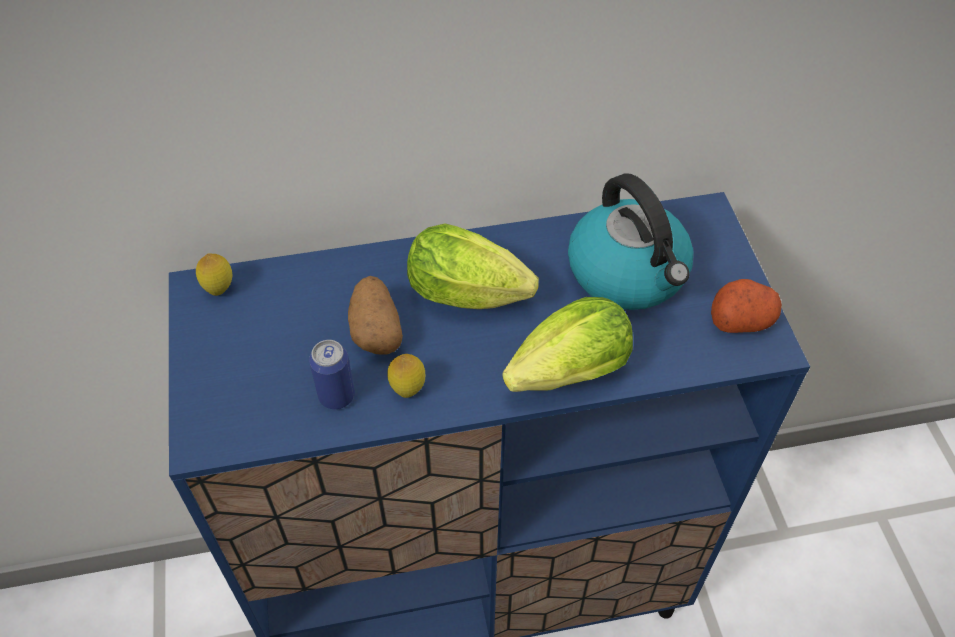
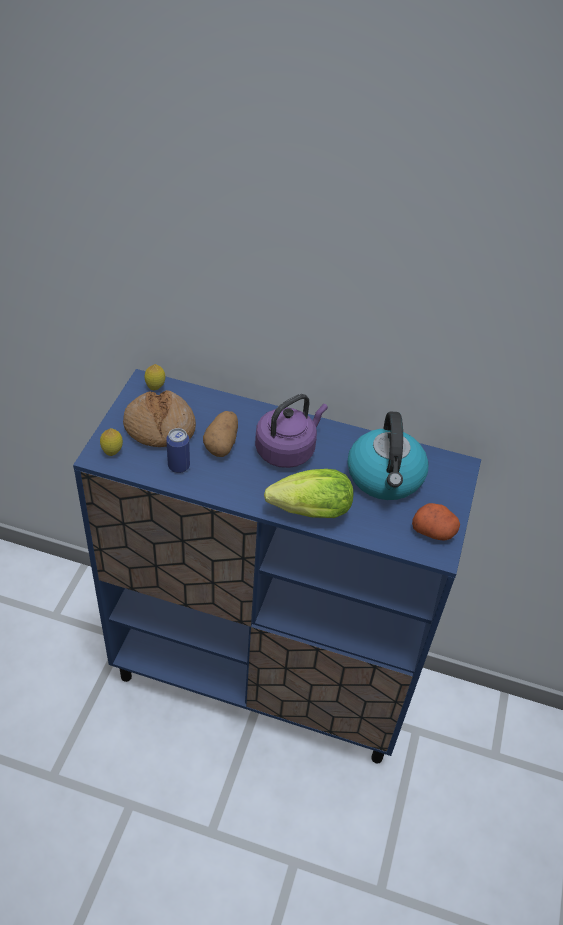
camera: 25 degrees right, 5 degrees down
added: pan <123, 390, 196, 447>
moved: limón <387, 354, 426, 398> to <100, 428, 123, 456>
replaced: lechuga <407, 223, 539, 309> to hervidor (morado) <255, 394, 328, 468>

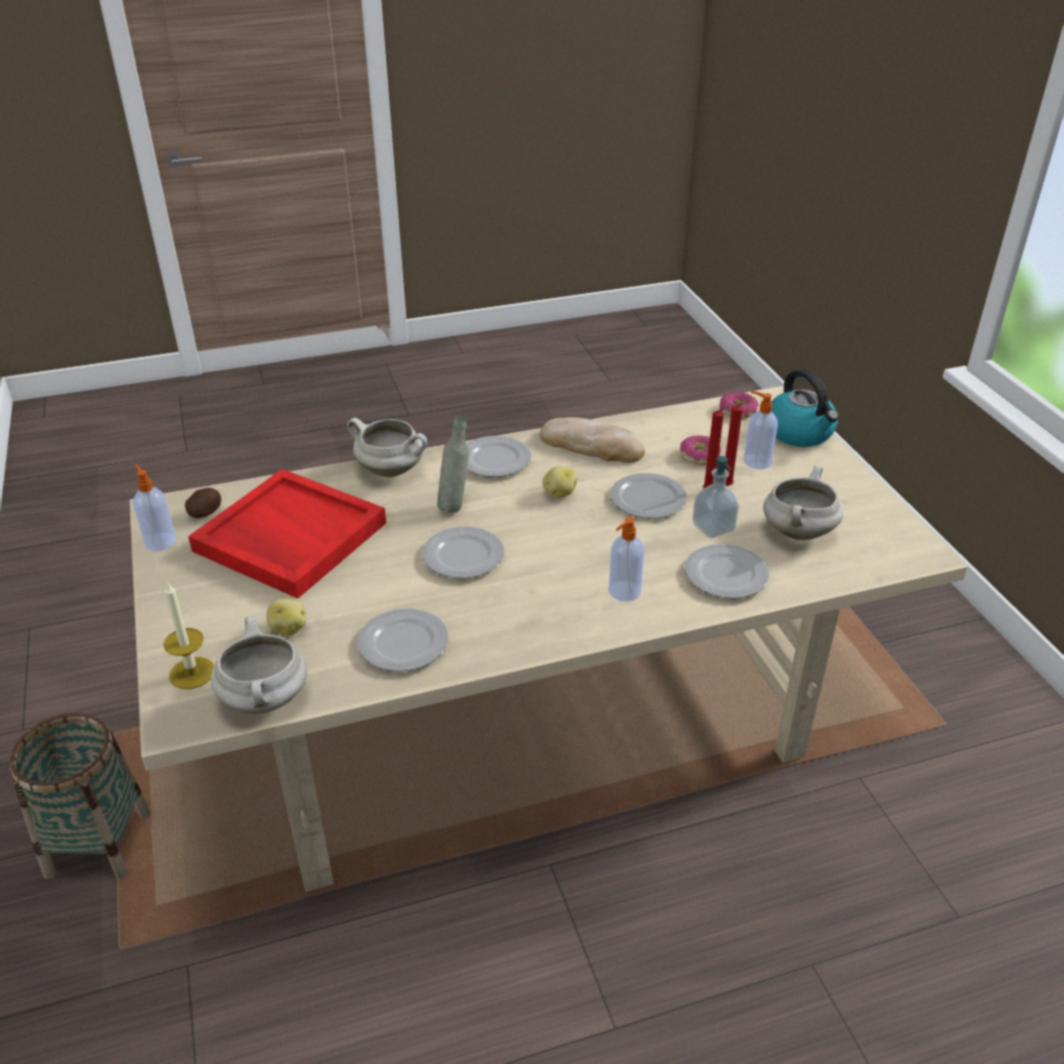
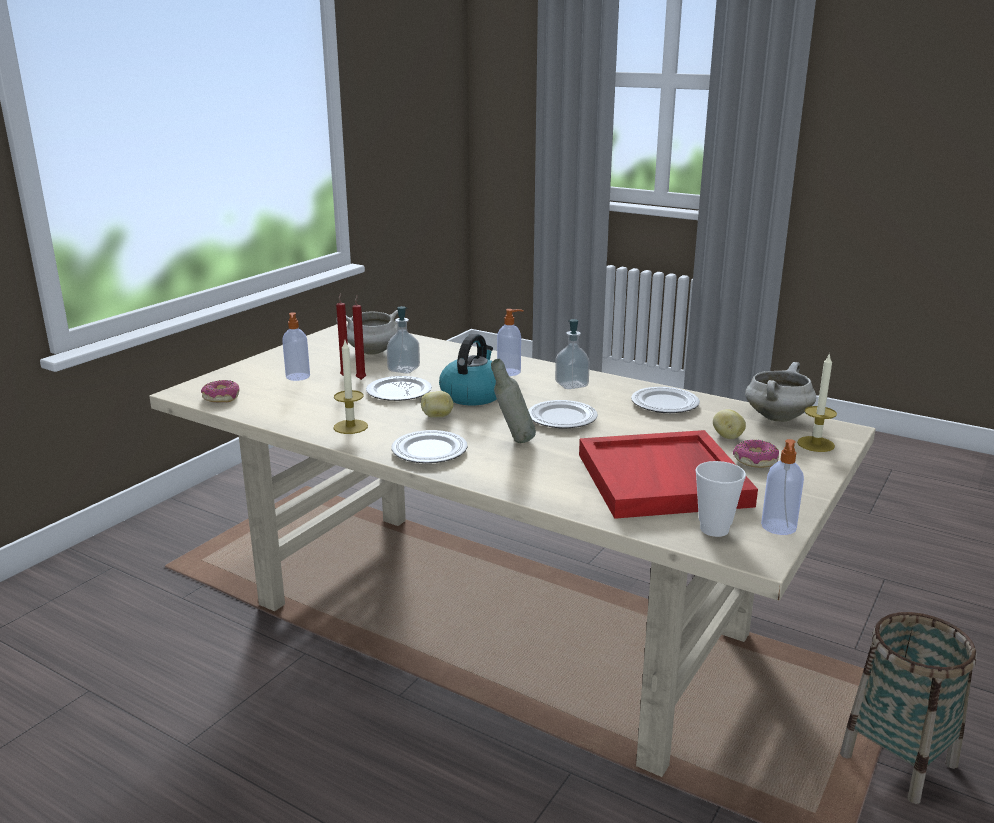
camera: 130 degrees left, 15 degrees down
removed: olla (blanco) <347, 418, 427, 477>; plato <685, 544, 770, 598>
added: dispensador de jabón <555, 319, 590, 389>
moved: hervidor <771, 369, 839, 447> to <439, 334, 497, 405>; rosquilla <680, 435, 721, 465> to <733, 440, 779, 468>
replaced: pan <540, 417, 645, 463> to vela <333, 341, 368, 434>; patata <185, 488, 221, 518> to taza <695, 461, 746, 537>

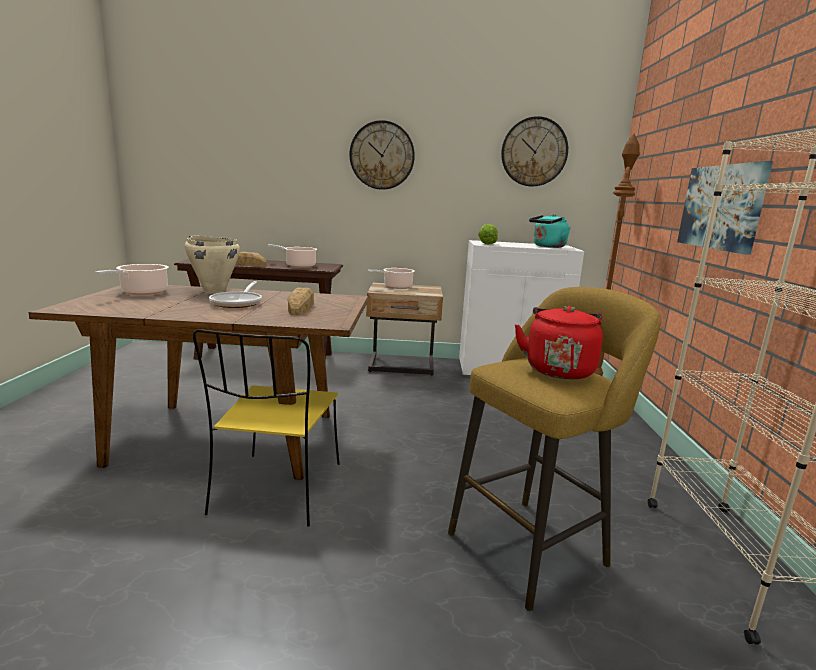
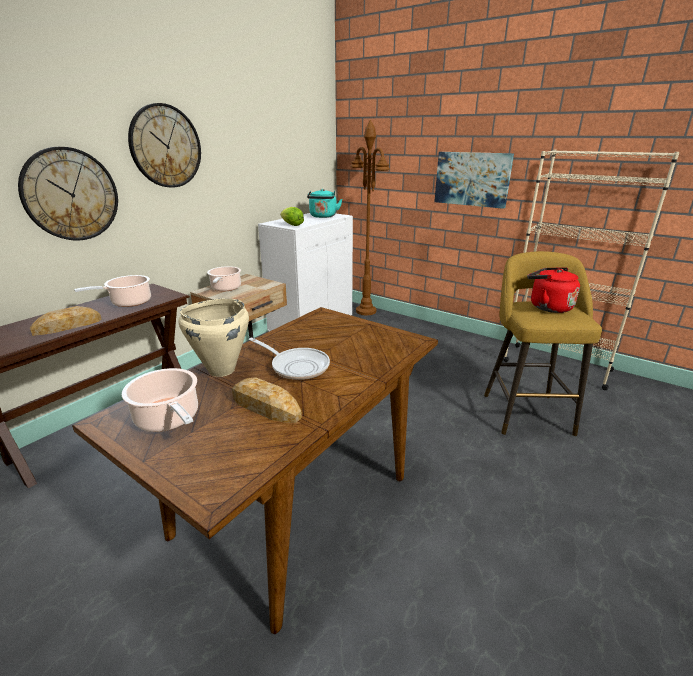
camera: 55 degrees left, 10 degrees up
removed: silla (amarillo) <193, 329, 340, 527>
moved: reloj de pared <501, 116, 568, 186> to <18, 147, 118, 240>; pan <288, 287, 314, 315> to <232, 377, 302, 423>

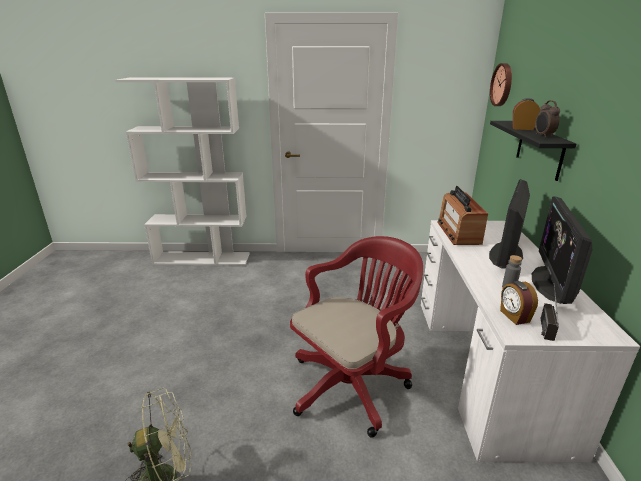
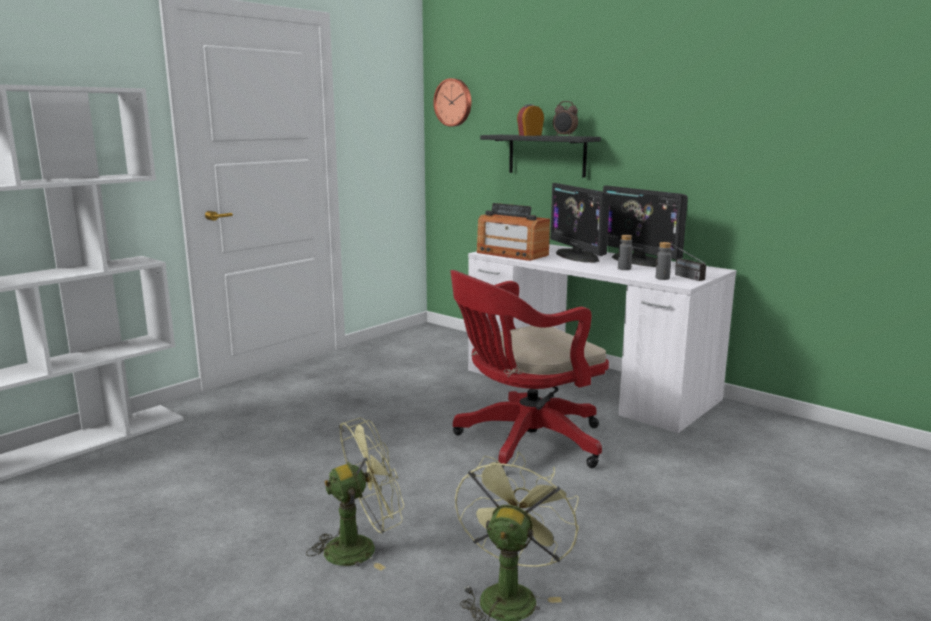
camera: 50 degrees left, 10 degrees down
added: ventilador (verde) <306, 418, 405, 571>
replaced: despertador <500, 281, 538, 325> to botella (gris) <656, 242, 672, 280>
turned: silla de oficina (rojo) <290, 236, 423, 438> = <450, 270, 609, 469> 120 degrees counterclockwise

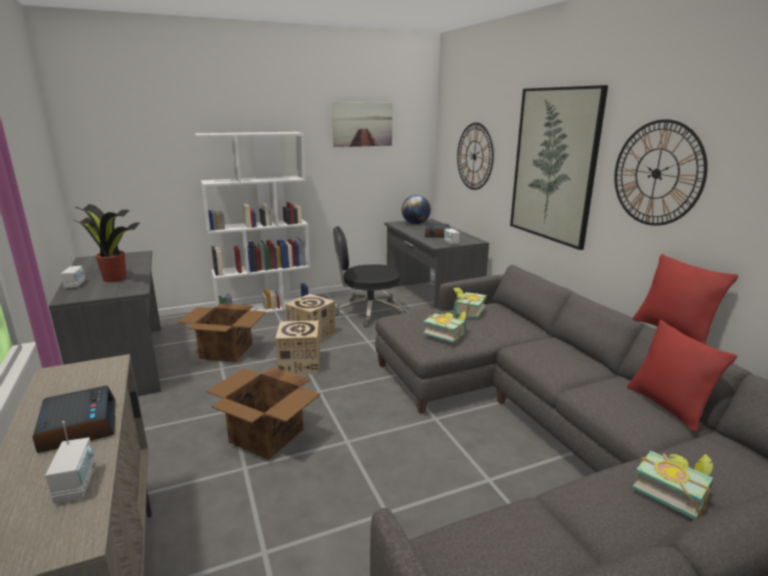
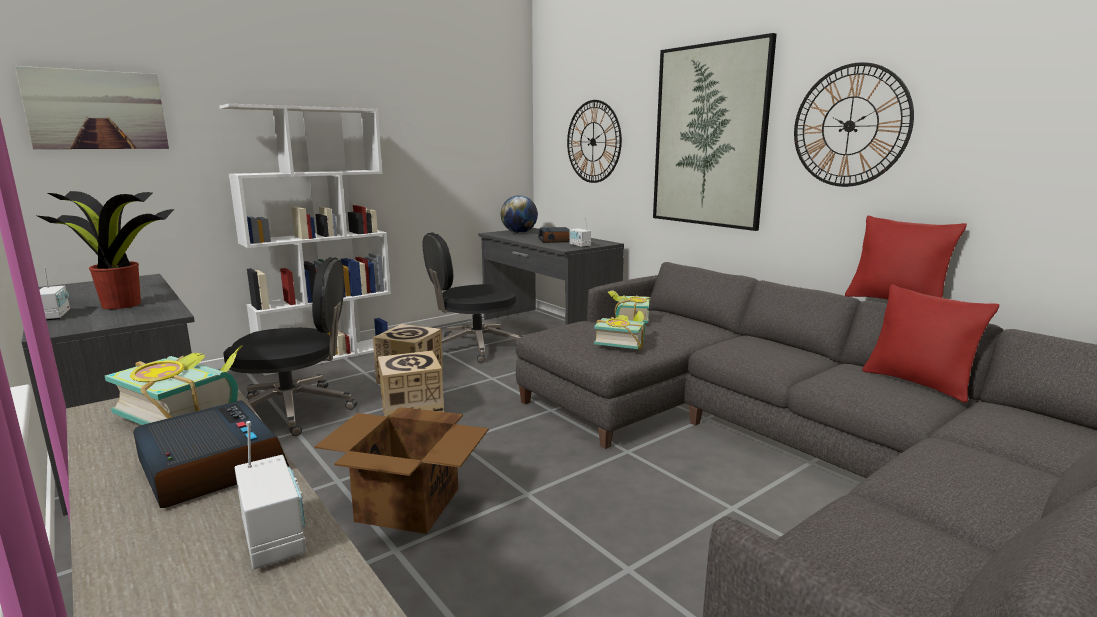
camera: 15 degrees left, 5 degrees down
moved: cuadro <332, 102, 392, 147> to <15, 66, 169, 149>; libro <632, 451, 713, 519> to <105, 345, 243, 425>
replaced: caja de cartón <177, 303, 266, 362> to silla de oficina (negro) <223, 257, 357, 436>

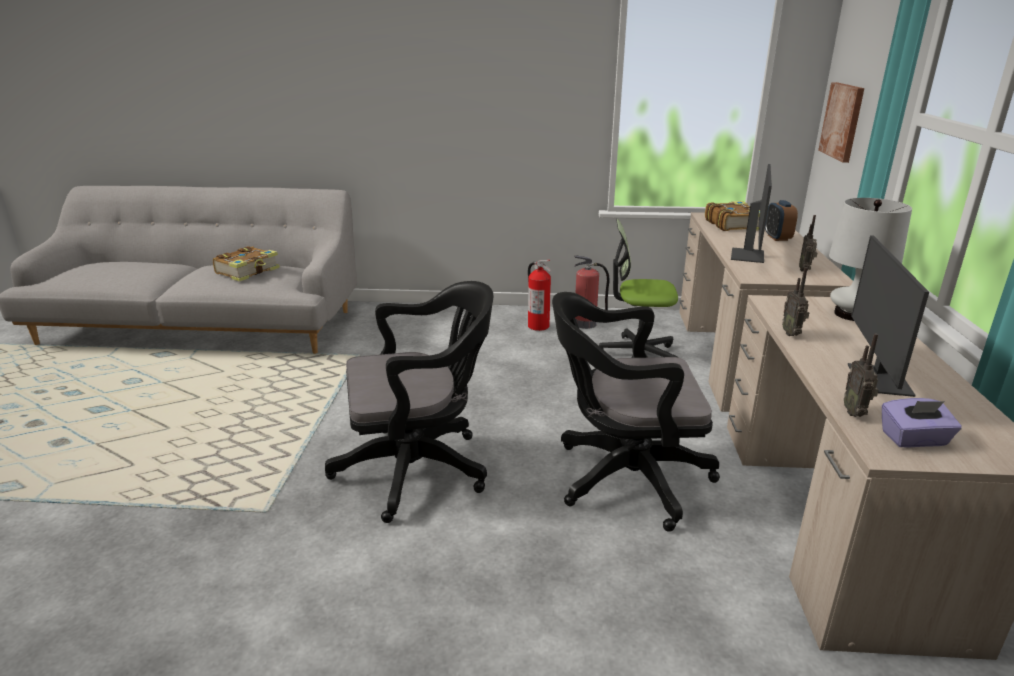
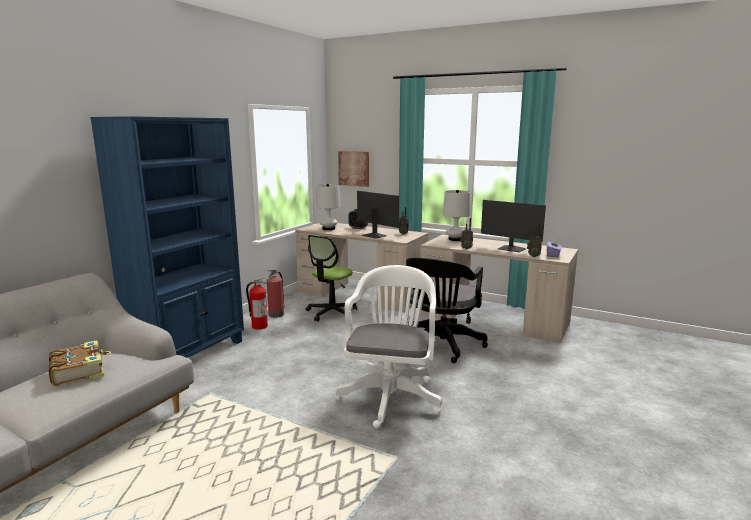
camera: 65 degrees left, 10 degrees down
added: estantería (azul) <90, 116, 244, 358>
replaced: libro <705, 201, 760, 231> to lámpara de mesa (blanco) <316, 184, 341, 230>
recoloured: silla de oficina (negro) <325, 281, 494, 523> to silla de oficina (blanco) <335, 265, 442, 429>

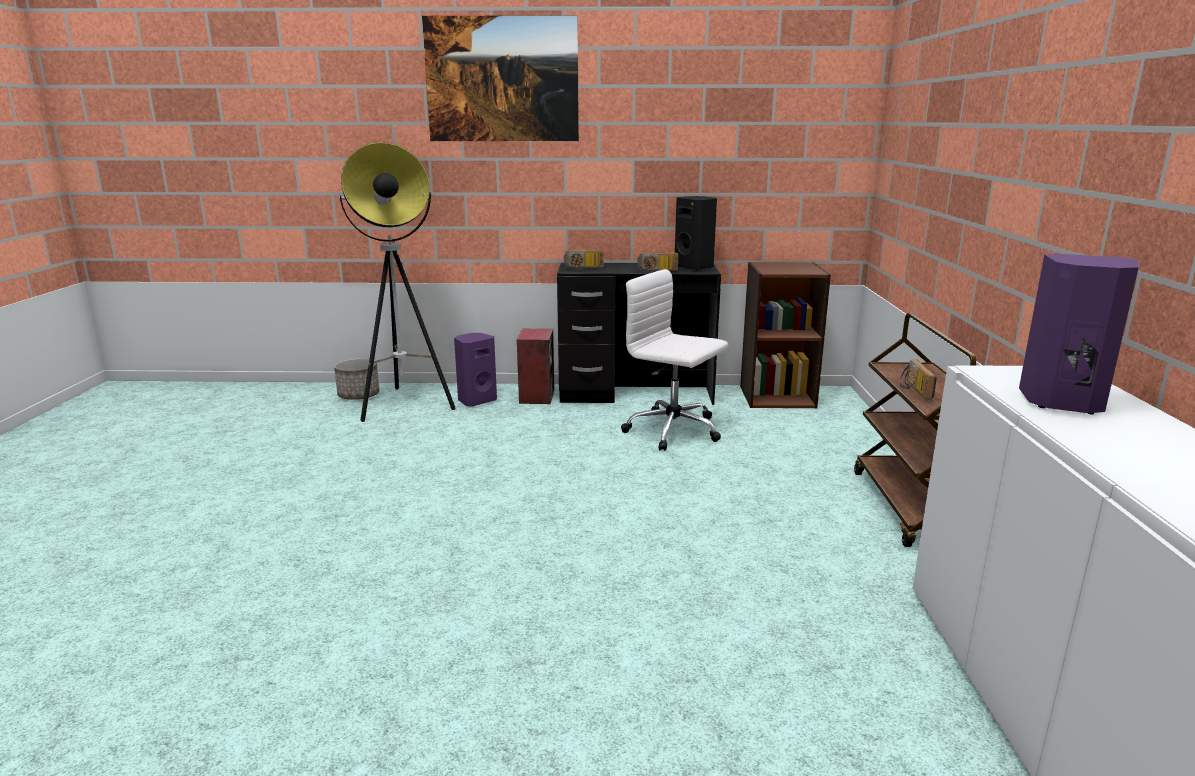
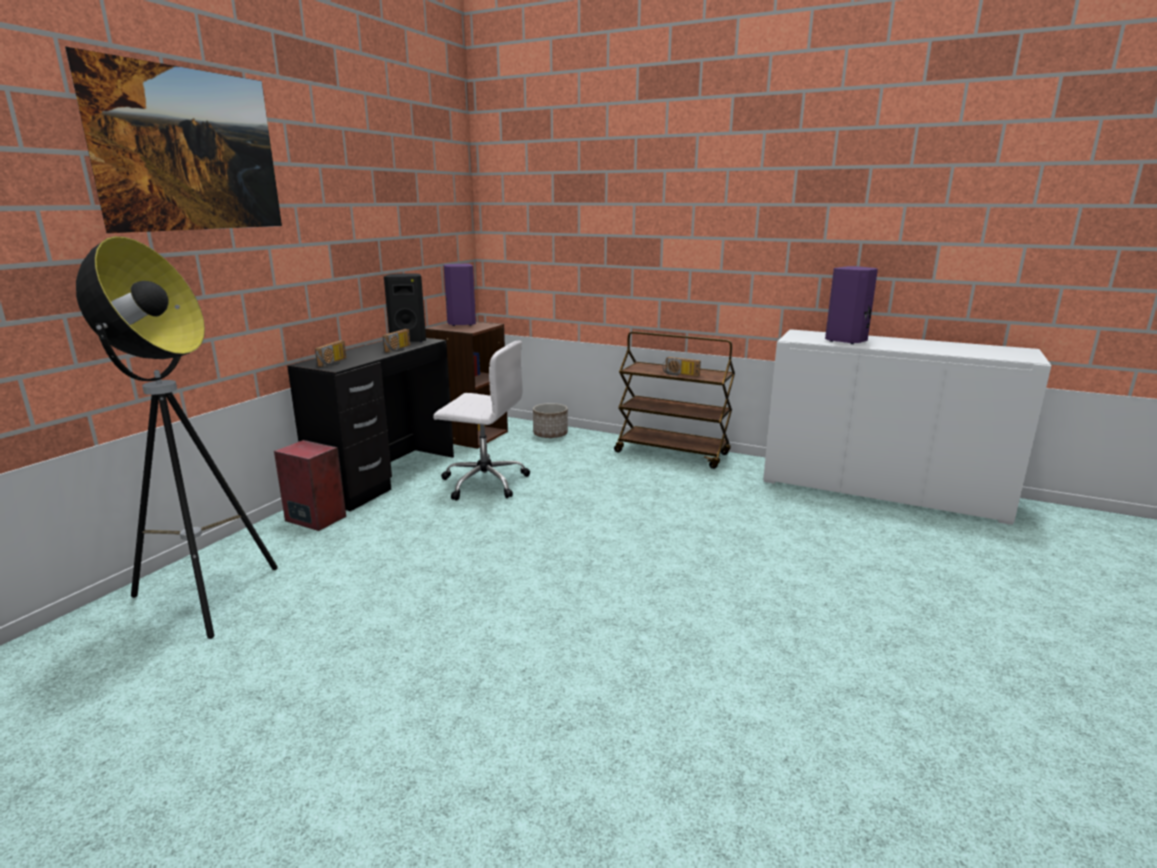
camera: 65 degrees left, 0 degrees up
moved: altavoz (morado) <454, 333, 497, 407> to <444, 264, 476, 326>; maceta <334, 358, 379, 400> to <533, 403, 568, 438>
turned: silla de oficina (blanco) <621, 269, 729, 451> = <433, 340, 530, 501> 135 degrees counterclockwise

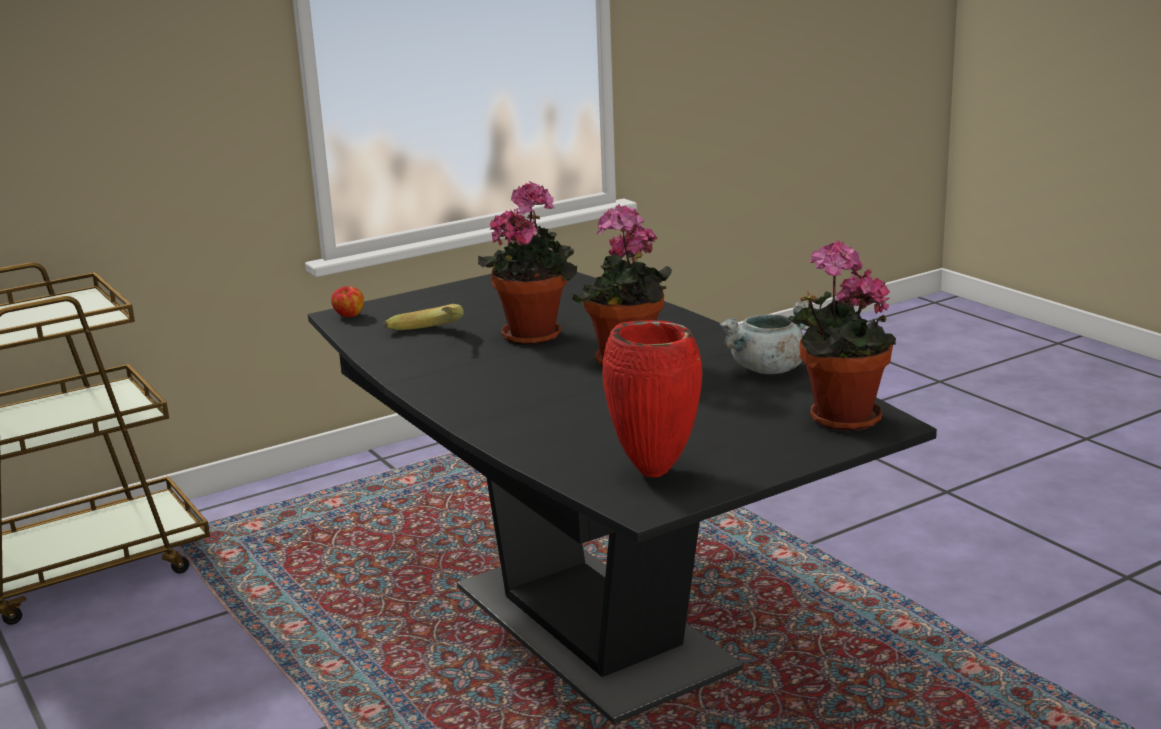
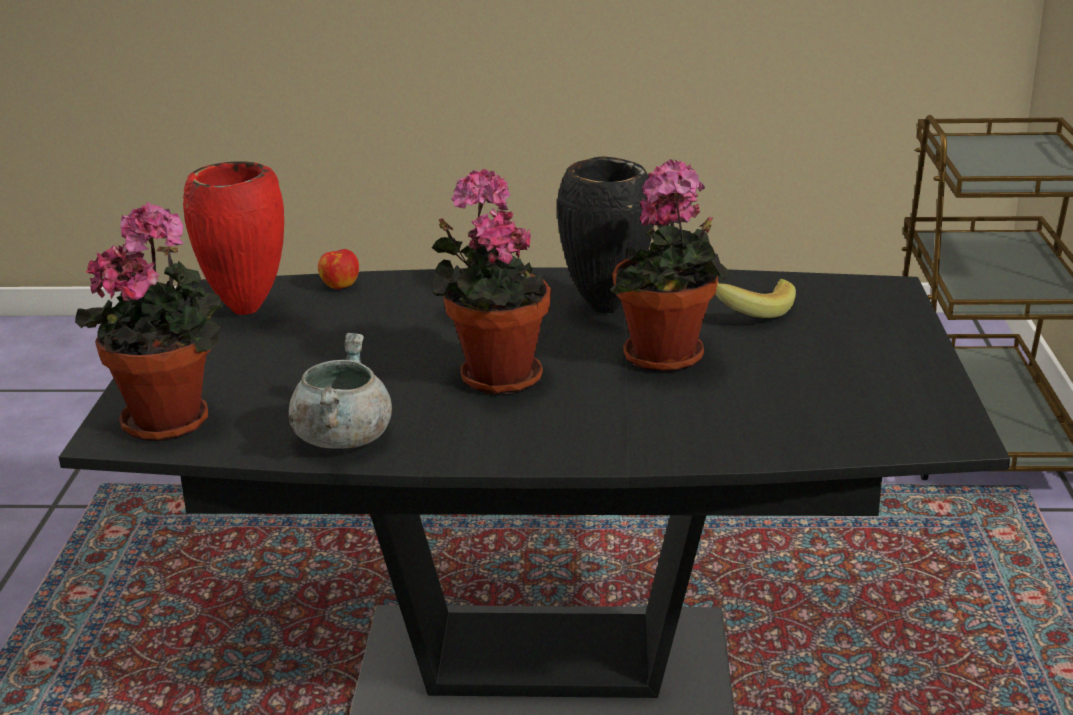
camera: 125 degrees right, 5 degrees up
added: florero (negro) <557, 156, 654, 313>
moved: manzana <331, 286, 364, 317> to <318, 249, 359, 289>

